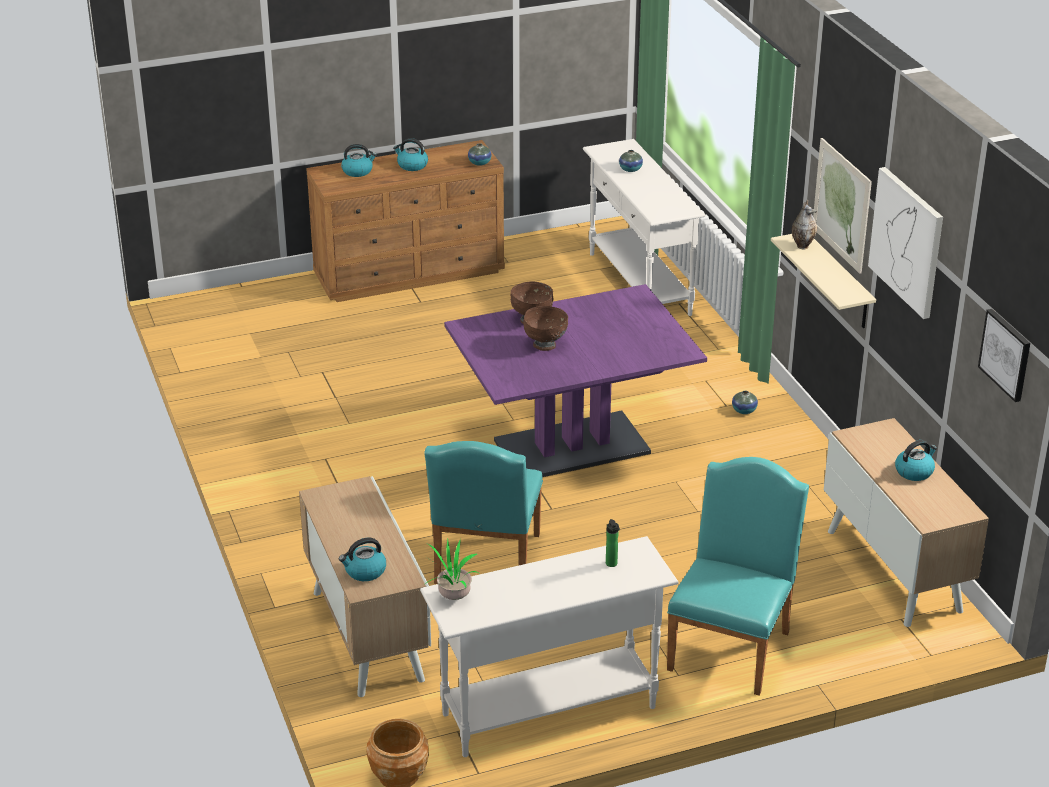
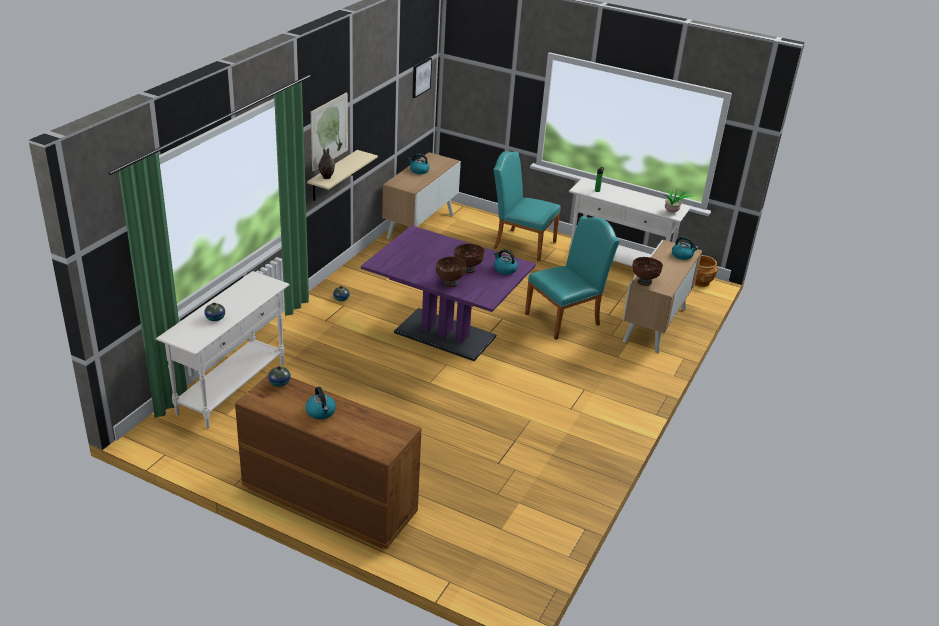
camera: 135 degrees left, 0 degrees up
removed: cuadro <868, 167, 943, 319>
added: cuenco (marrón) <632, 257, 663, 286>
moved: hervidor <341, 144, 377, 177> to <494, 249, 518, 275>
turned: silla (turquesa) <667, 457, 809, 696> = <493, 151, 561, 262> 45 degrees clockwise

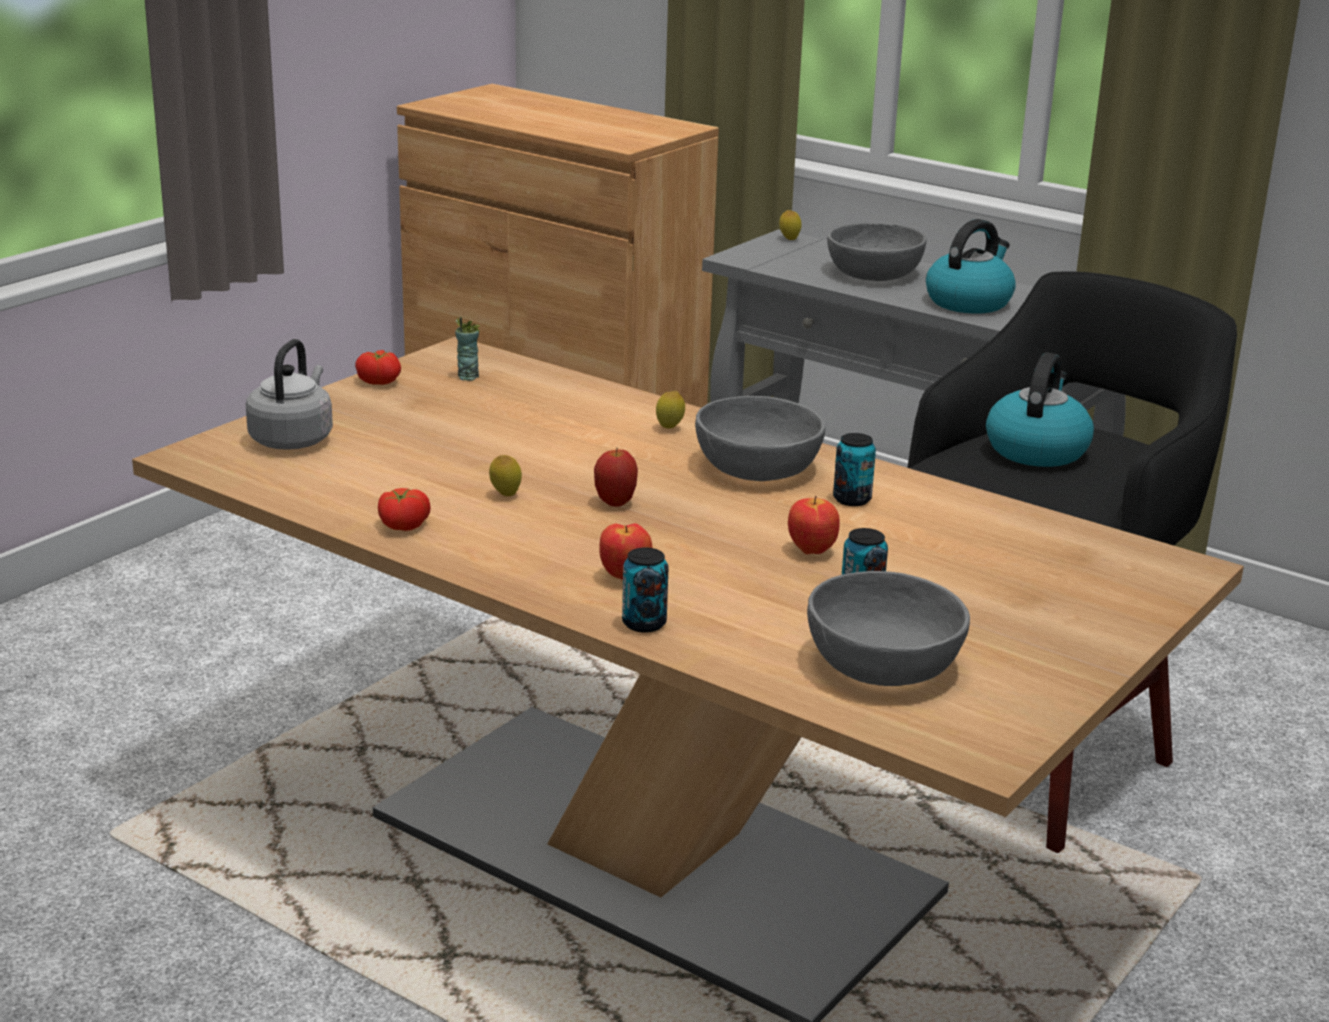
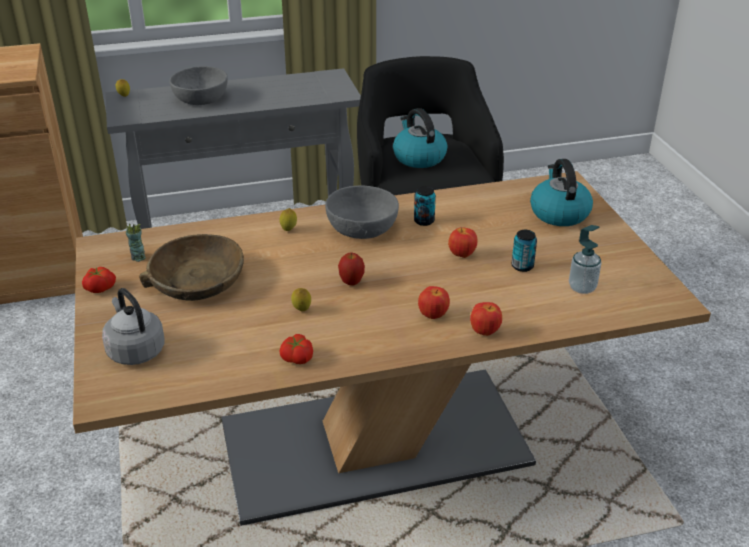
camera: 50 degrees left, 10 degrees up
added: cuenco (marrón) <139, 234, 244, 301>
moved: hervidor <926, 219, 1016, 314> to <530, 159, 593, 226>
replaced: lata <622, 547, 668, 633> to manzana <470, 302, 502, 336>; cuenco (gris) <807, 571, 970, 686> to dispensador de jabón <569, 225, 601, 294>

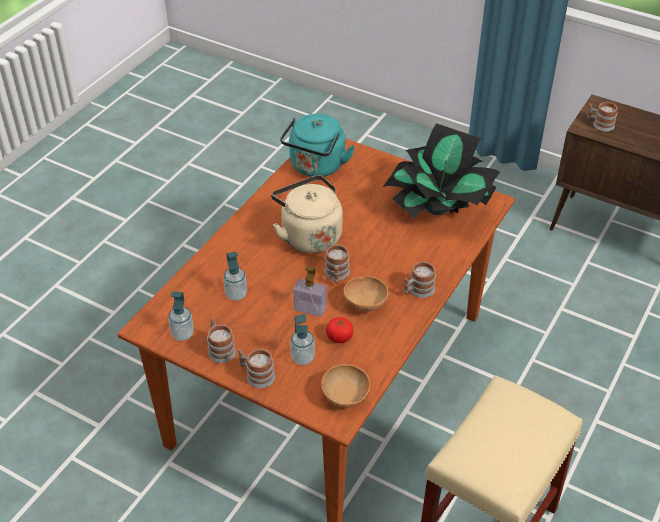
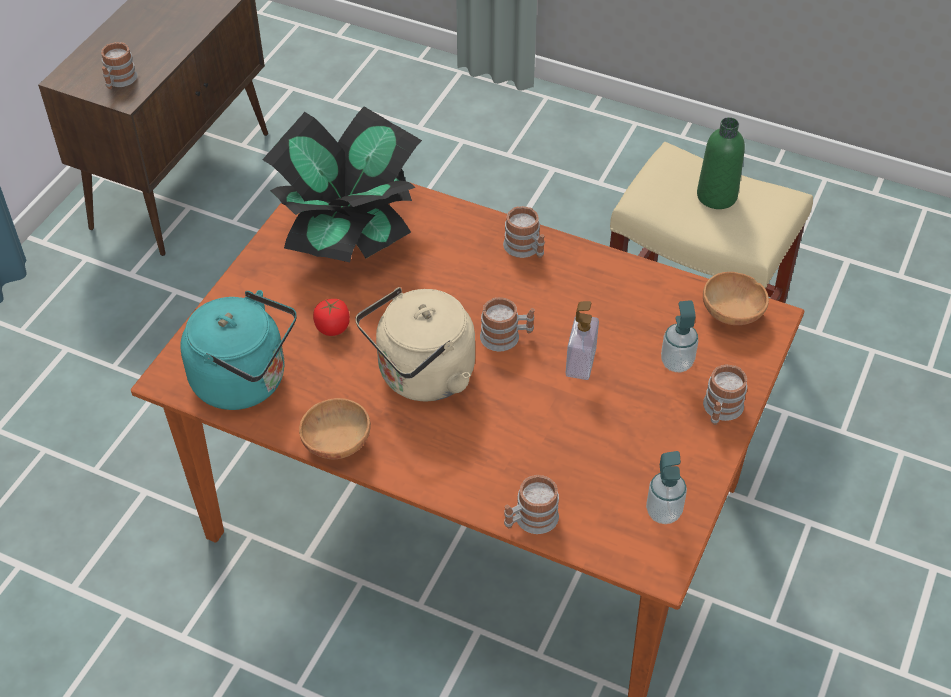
camera: 95 degrees left, 5 degrees up
removed: dispensador de jabón <223, 252, 247, 301>
added: botella (verde) <697, 117, 745, 209>
moved: cuenco (marrón) <343, 276, 389, 312> to <299, 398, 371, 459>; taza grande <207, 317, 236, 363> to <504, 475, 559, 534>; tomate <326, 317, 353, 343> to <313, 299, 350, 336>

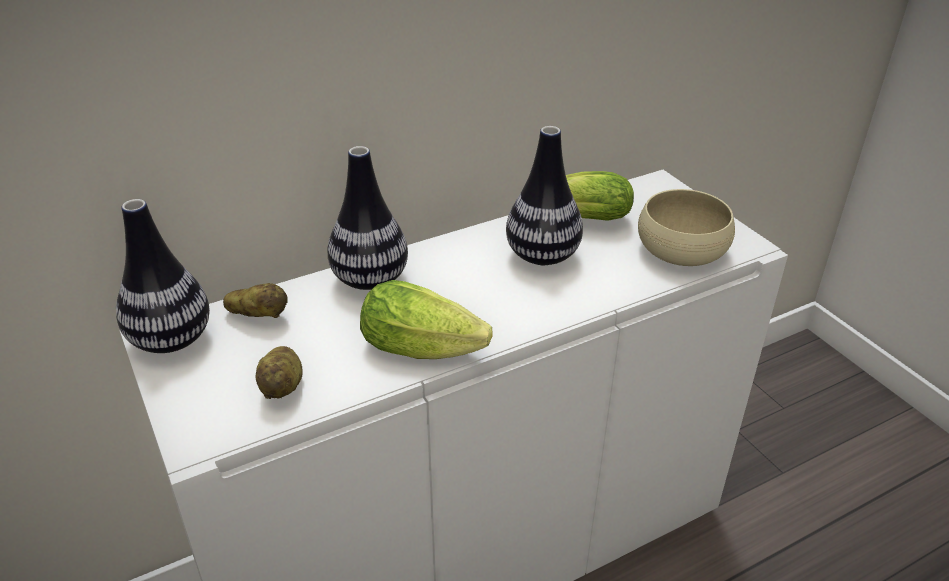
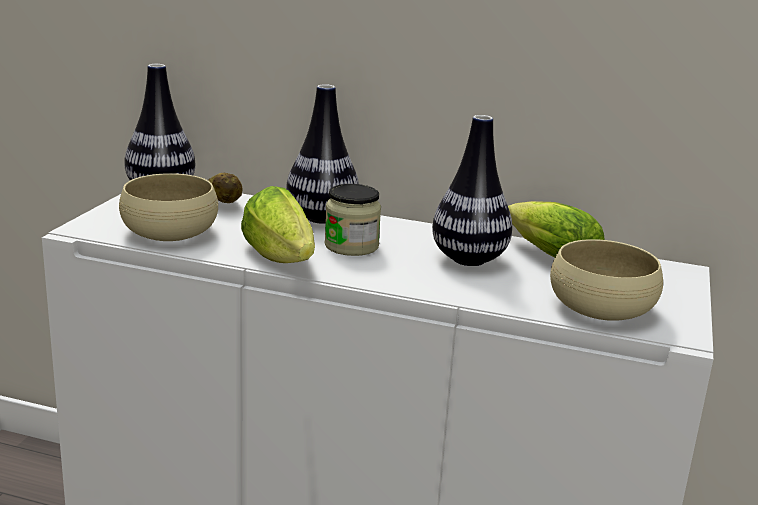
camera: 45 degrees right, 15 degrees down
added: tarro <324, 184, 381, 256>
replaced: patata <255, 346, 303, 399> to cuenco (beis) <119, 173, 218, 241>

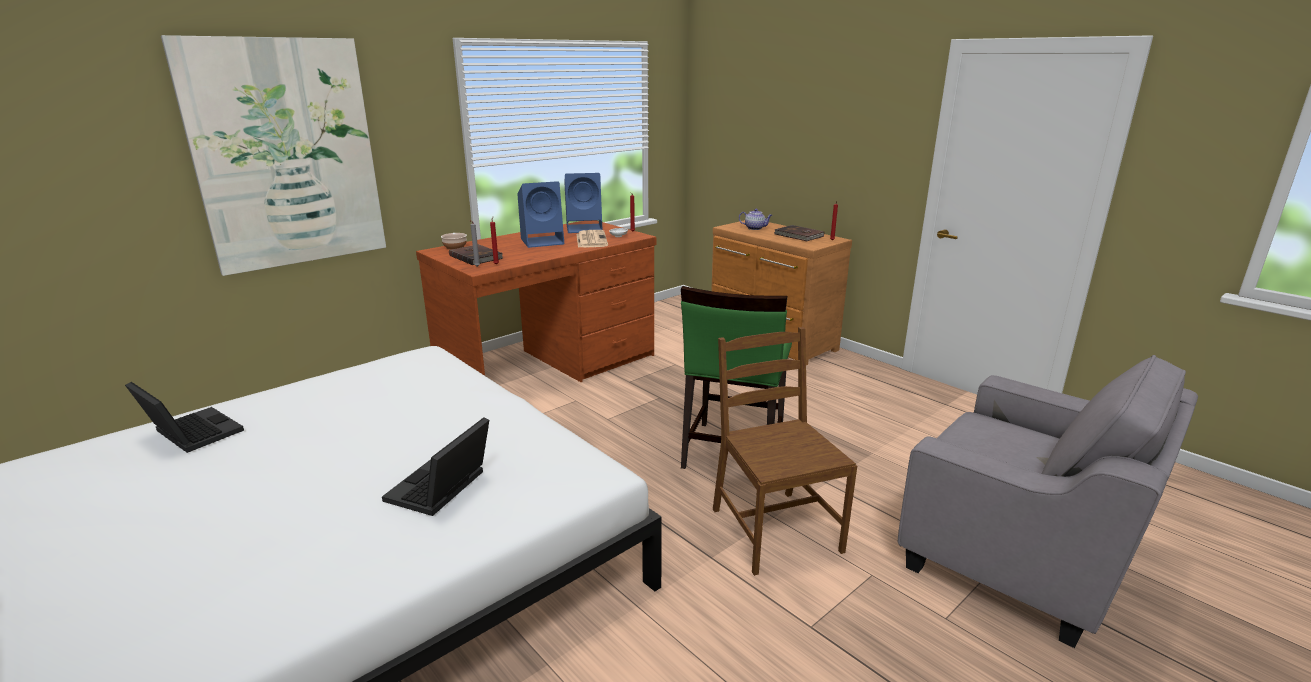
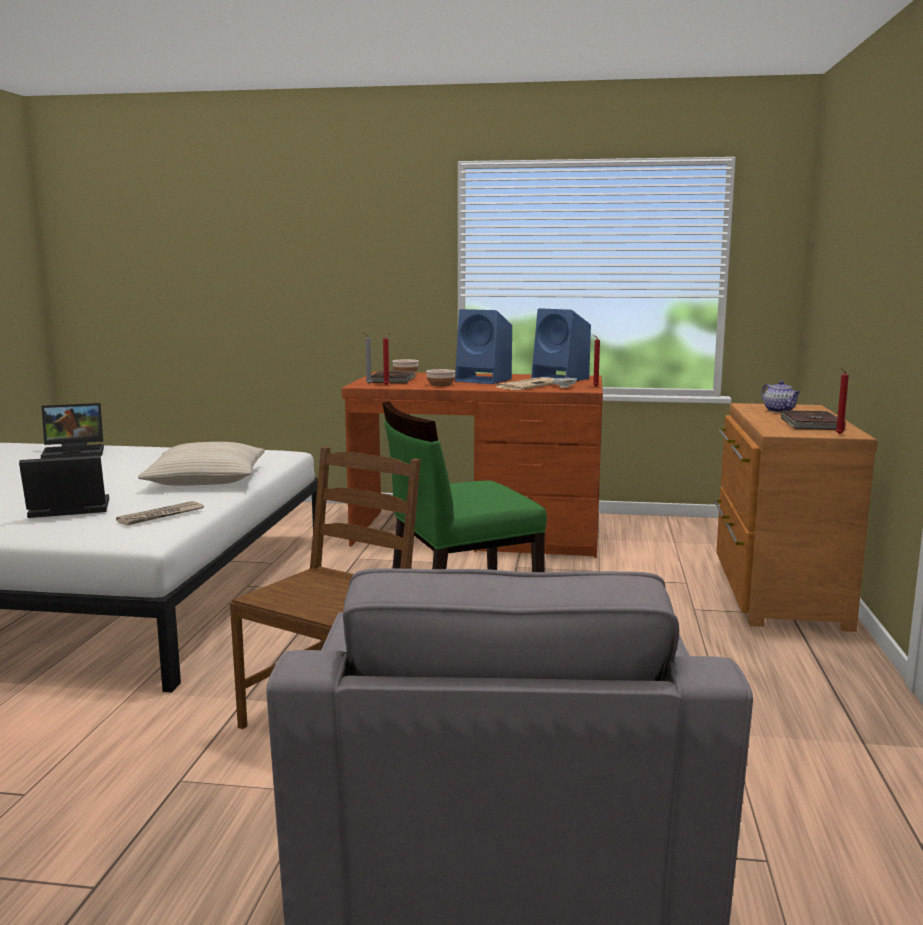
camera: 50 degrees right, 10 degrees down
removed: cuadro <161, 35, 386, 276>
added: cuenco <426, 369, 455, 387>; cojín (beis) <138, 442, 265, 486>; periódico <116, 501, 204, 526>
turned: portátil <125, 382, 244, 453> = <41, 403, 104, 459> 75 degrees clockwise

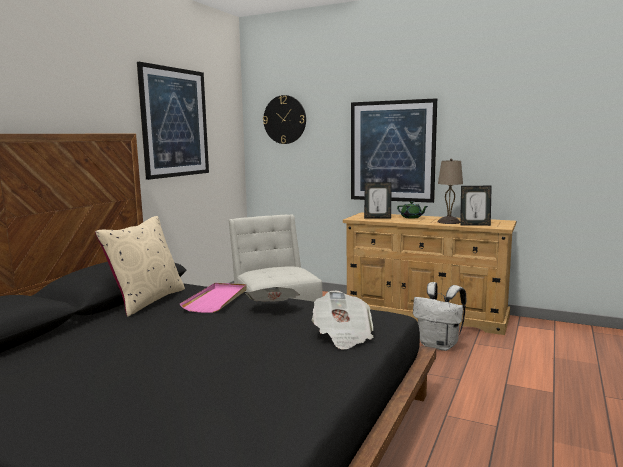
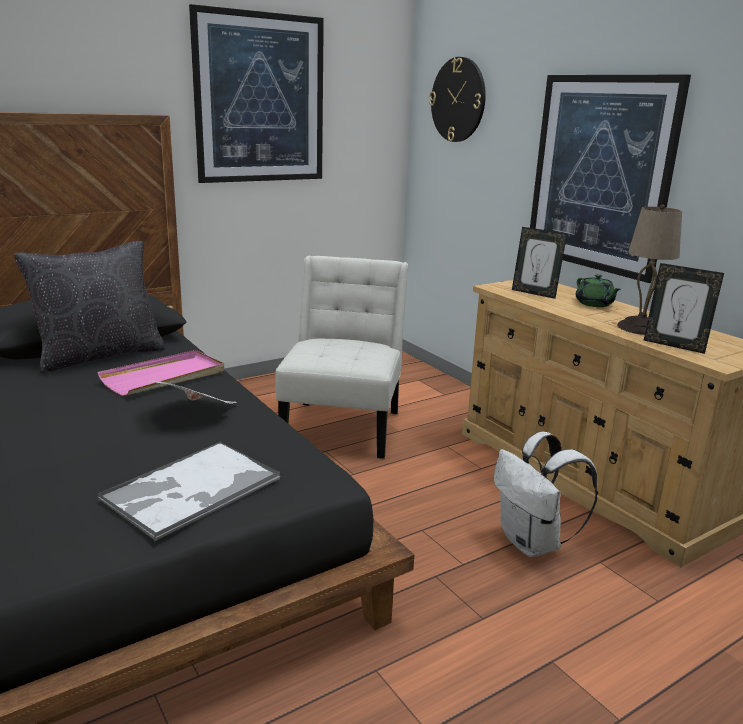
camera: 30 degrees right, 10 degrees up
replaced: periódico <312, 291, 374, 350> to bandeja <98, 442, 280, 541>
recoloured: cojín (beis) <95, 216, 185, 317> to cojín (negro) <14, 241, 166, 373>

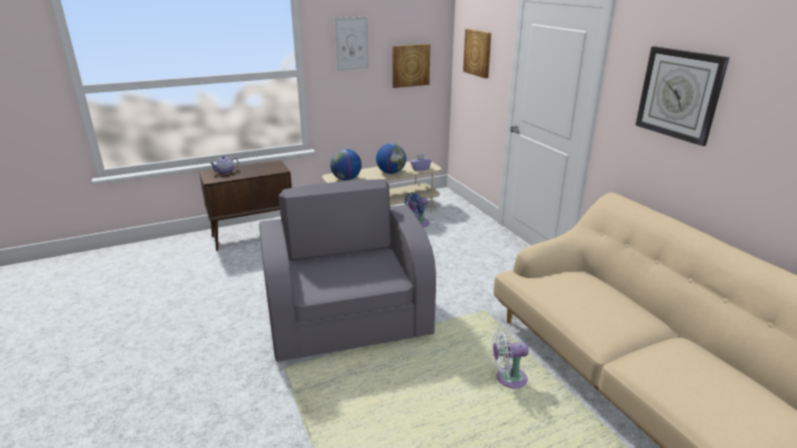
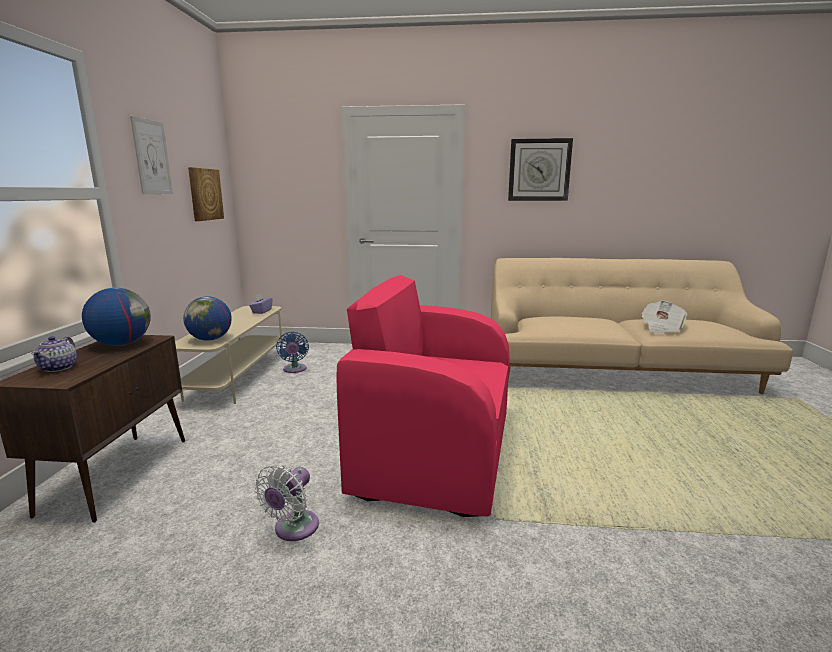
camera: 60 degrees left, 10 degrees down
removed: cuadro <463, 29, 491, 78>
added: periódico <641, 301, 688, 334>
moved: globo terráqueo <376, 143, 406, 174> to <82, 288, 151, 346>; ventilador (blanco) <492, 330, 528, 388> to <254, 465, 319, 541>
recoloured: sillón (gris) <259, 179, 436, 362> to sillón (rosa) <337, 275, 510, 517>

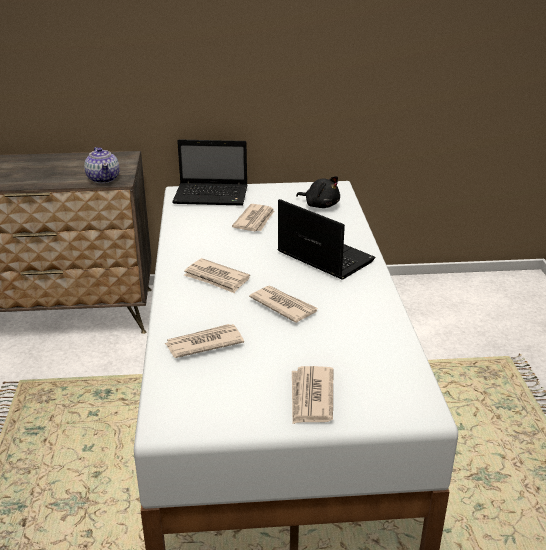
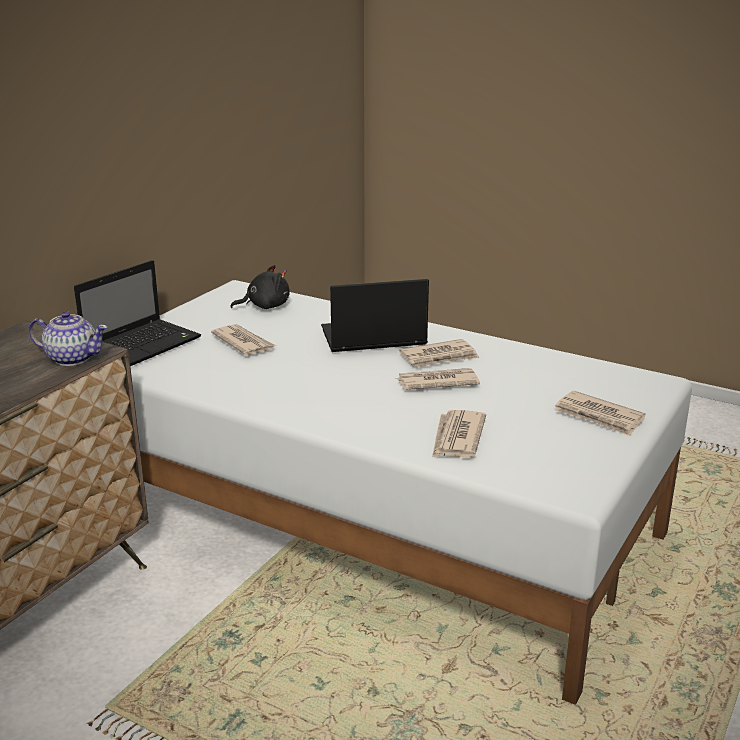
camera: 55 degrees left, 5 degrees down
moved: periódico <184, 258, 250, 294> to <399, 339, 480, 368>

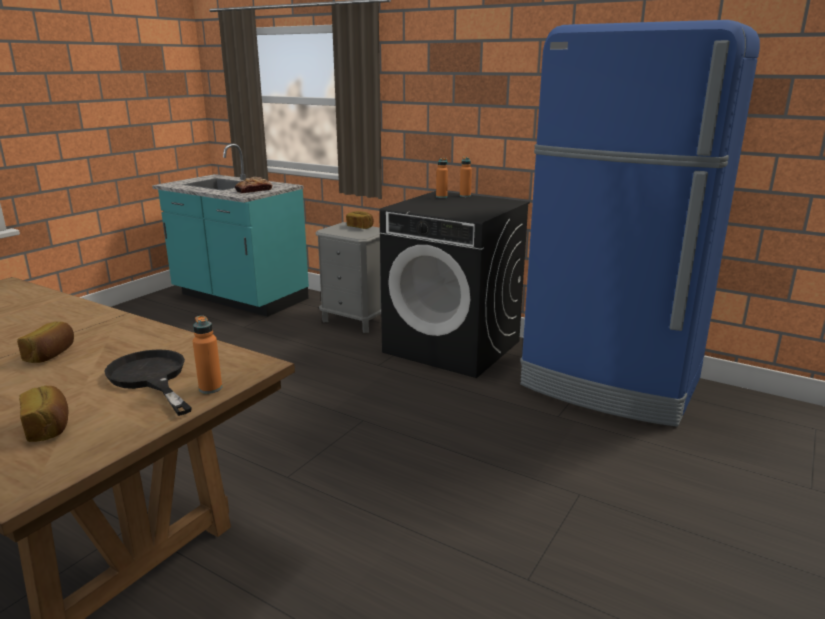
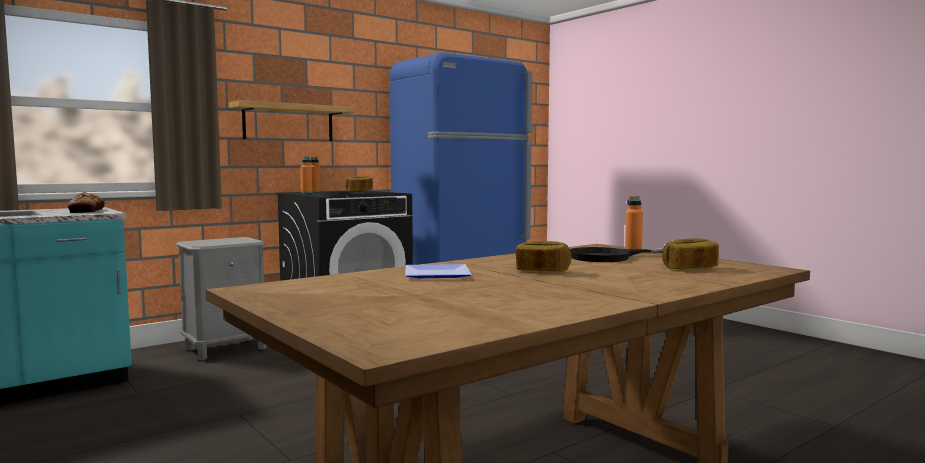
camera: 70 degrees left, 15 degrees down
added: estante <228, 100, 356, 141>; plato <406, 264, 472, 278>
moved: pan <346, 211, 374, 229> to <345, 176, 373, 192>

